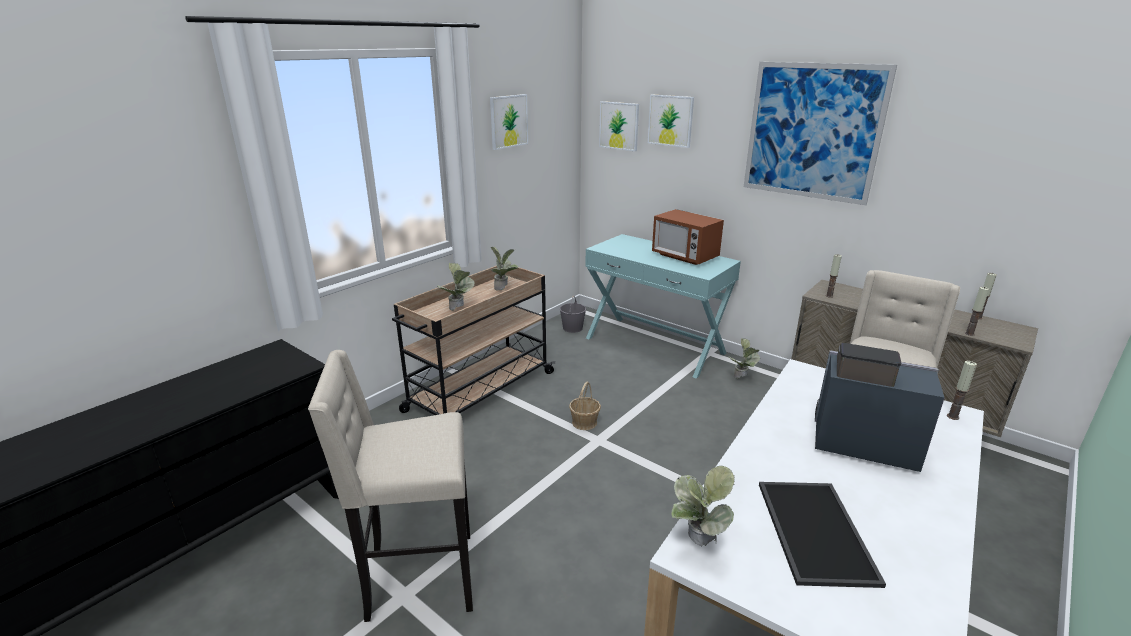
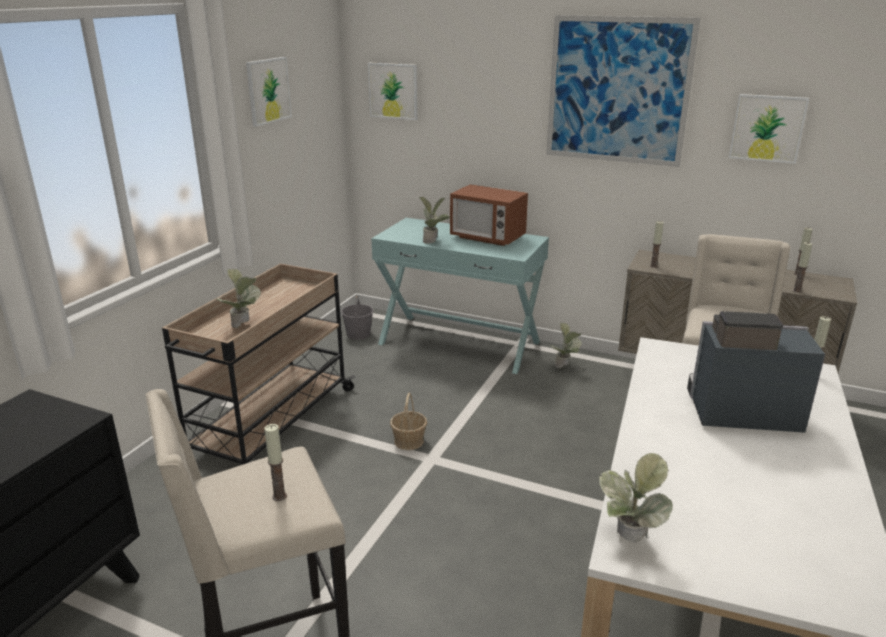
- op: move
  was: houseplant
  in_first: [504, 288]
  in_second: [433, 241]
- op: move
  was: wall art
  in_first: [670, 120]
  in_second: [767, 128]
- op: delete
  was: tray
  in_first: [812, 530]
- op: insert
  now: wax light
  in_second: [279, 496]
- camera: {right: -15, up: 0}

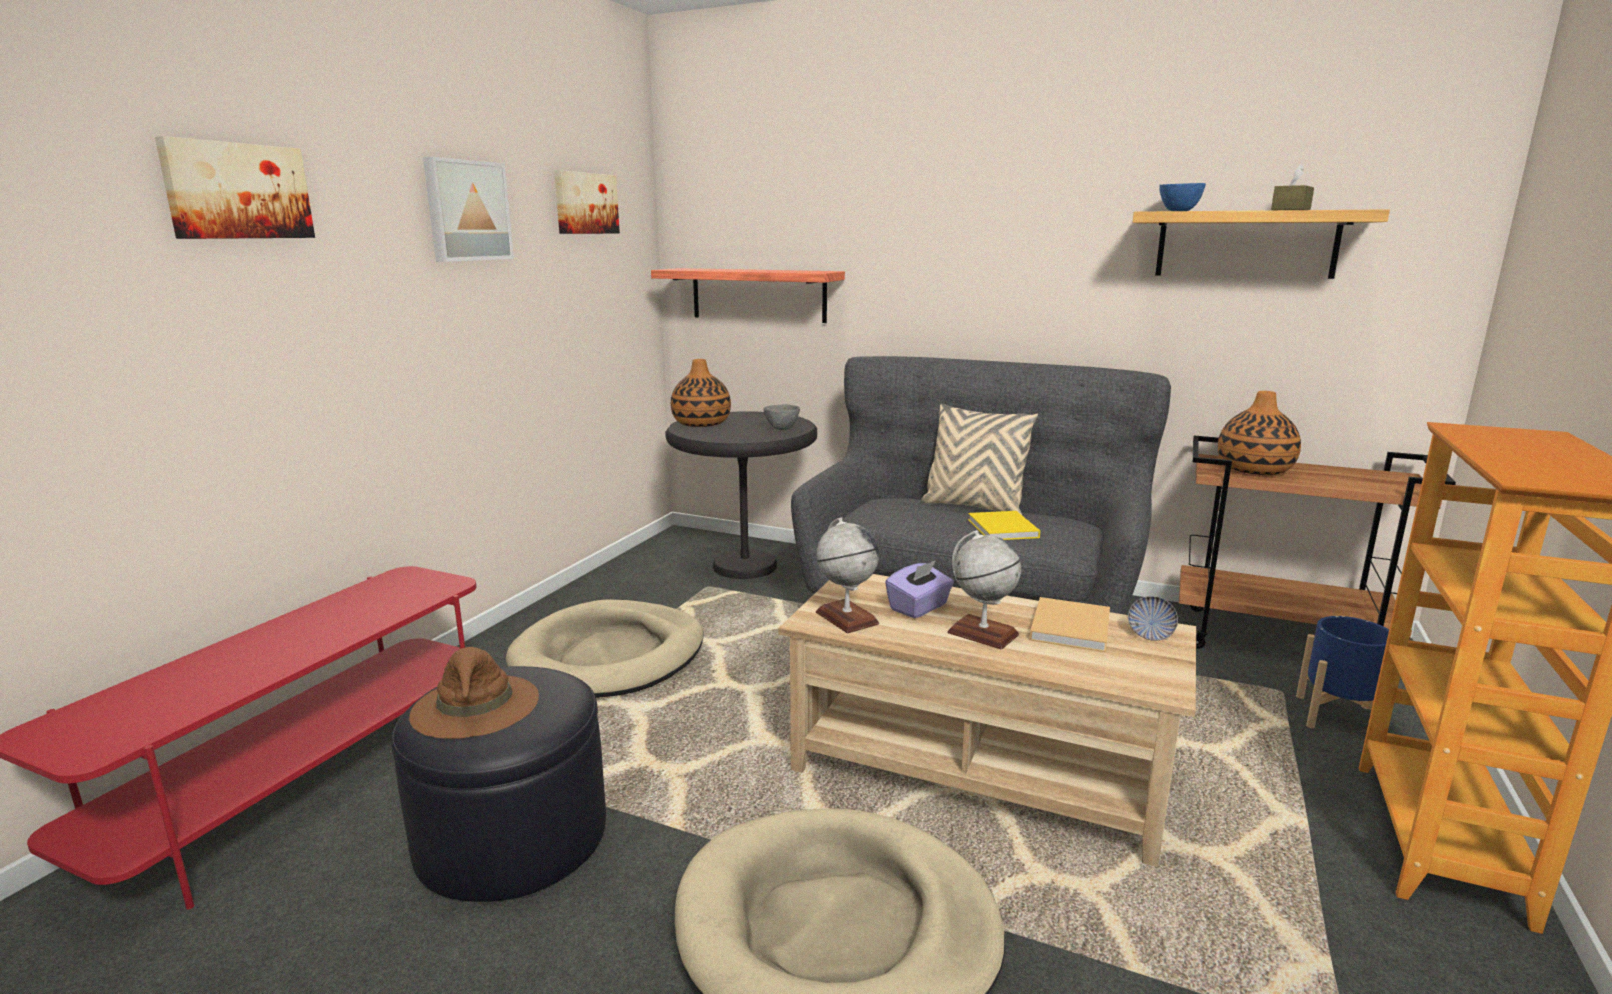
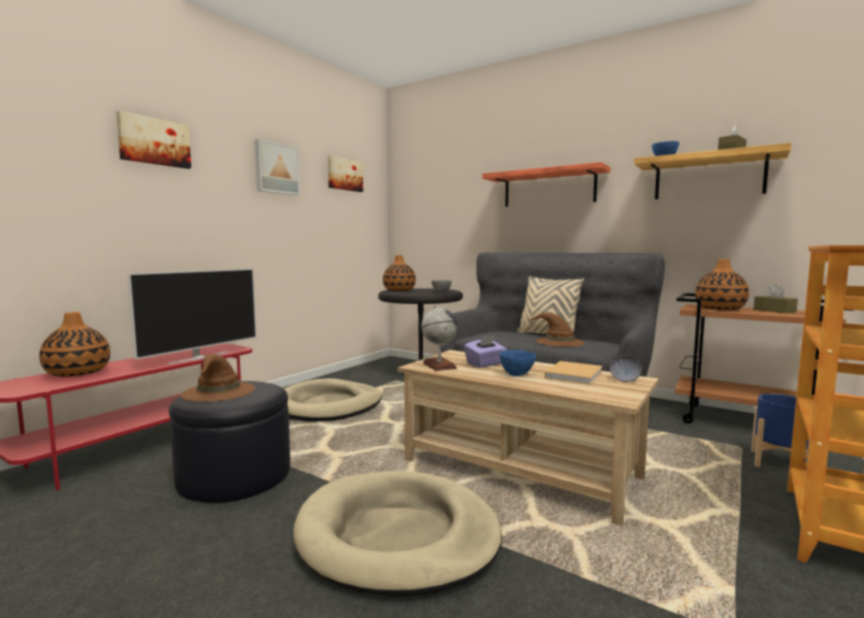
- op: move
  was: shelf
  in_first: [758, 295]
  in_second: [549, 188]
- op: replace
  was: world globe
  now: blue deep dish
  in_first: [982, 633]
  in_second: [517, 374]
- op: replace
  was: yellow-coloured book
  now: brown hat
  in_first: [1003, 529]
  in_second: [559, 342]
- op: insert
  now: vase
  in_second: [77, 373]
- op: insert
  now: TV set
  in_second: [199, 357]
- op: insert
  now: brown tissue box
  in_second: [774, 311]
- camera: {right: 10, up: -10}

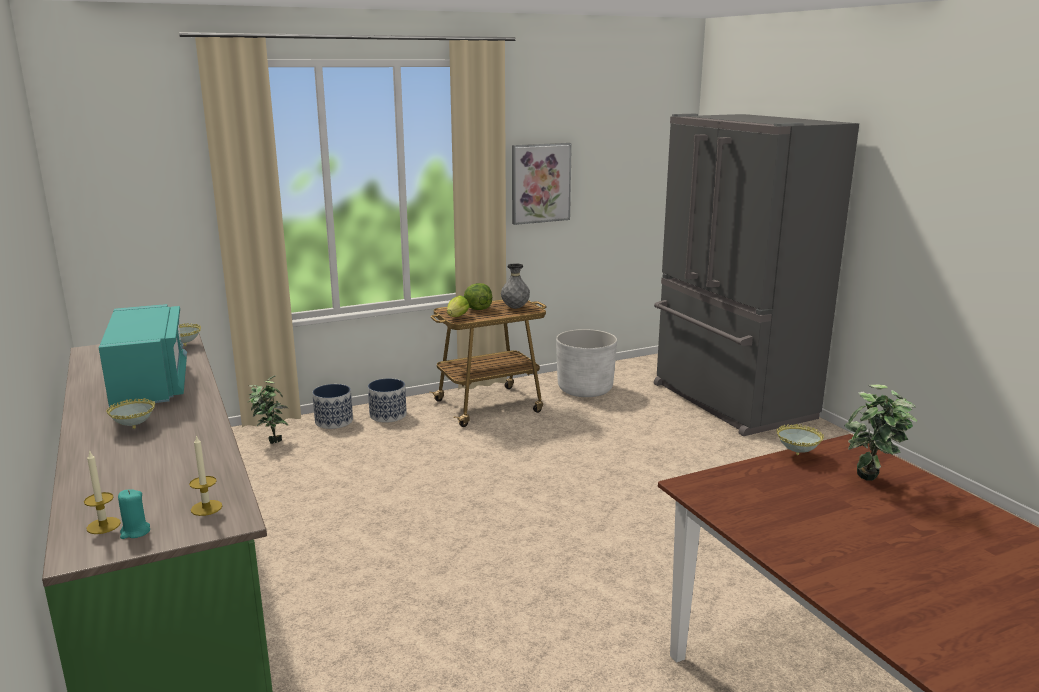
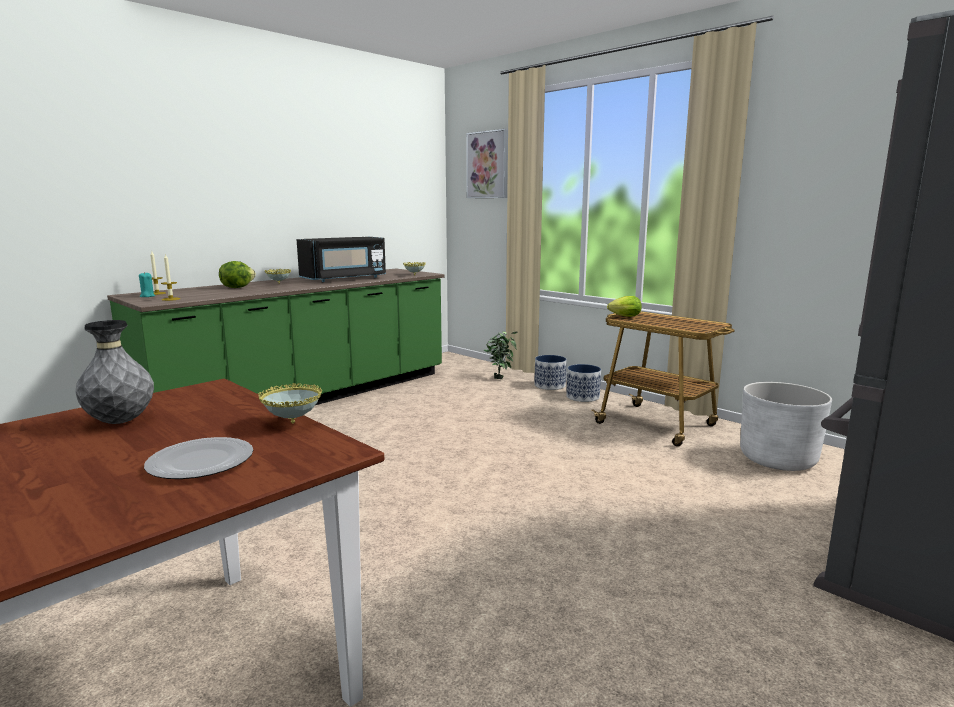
- op: recolor
  was: blue-green microwave oven
  now: black-coloured microwave oven
  in_first: [150, 385]
  in_second: [344, 279]
- op: move
  was: lettuce head
  in_first: [477, 309]
  in_second: [237, 287]
- op: move
  was: grey vase
  in_first: [515, 308]
  in_second: [120, 422]
- op: move
  was: wall art
  in_first: [540, 183]
  in_second: [488, 165]
- op: replace
  was: houseplant
  now: plate
  in_first: [871, 483]
  in_second: [200, 462]
- camera: {right: 70, up: -5}

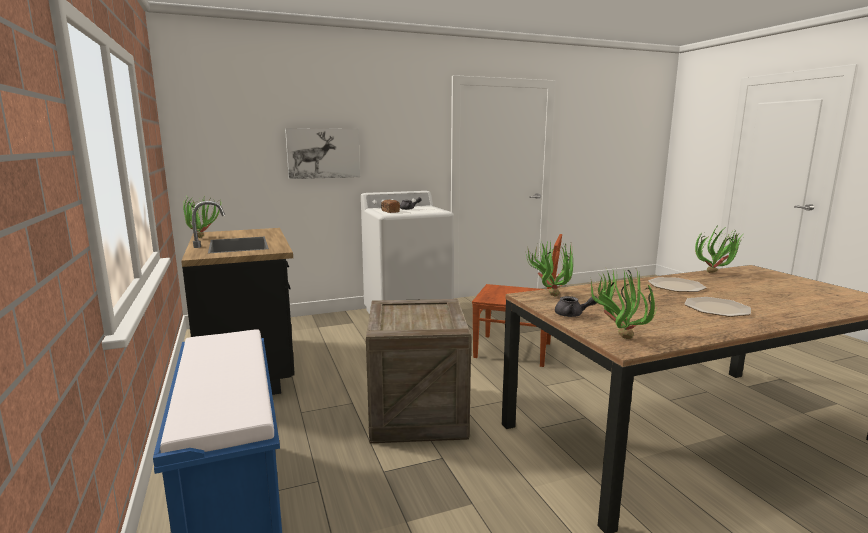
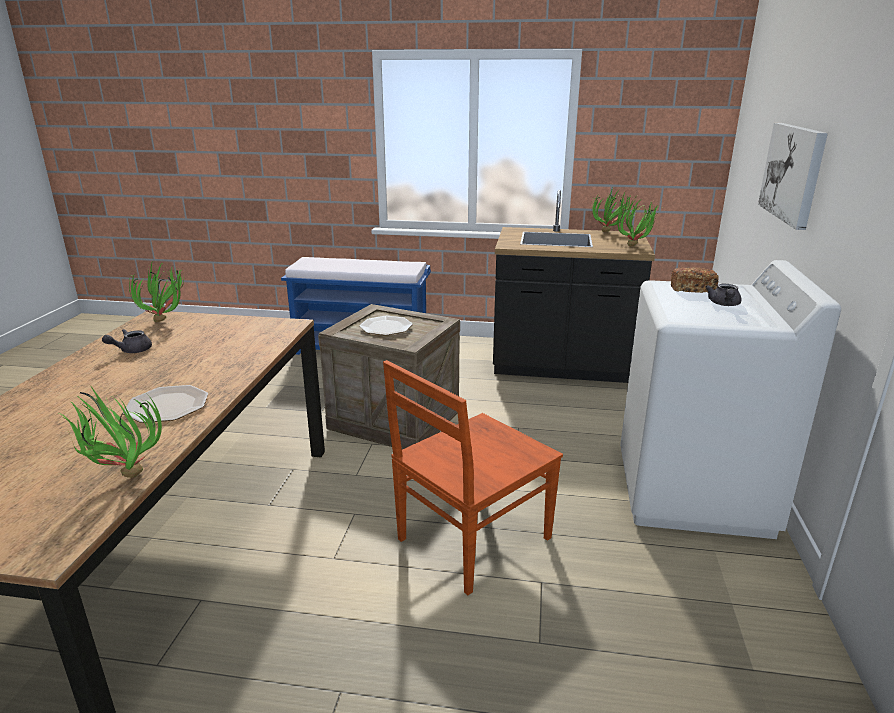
- op: move
  was: houseplant
  in_first: [550, 294]
  in_second: [637, 246]
- op: move
  was: grey pot for tea
  in_first: [573, 315]
  in_second: [131, 350]
- op: move
  was: plate
  in_first: [717, 308]
  in_second: [386, 327]
- camera: {right: 120, up: 10}

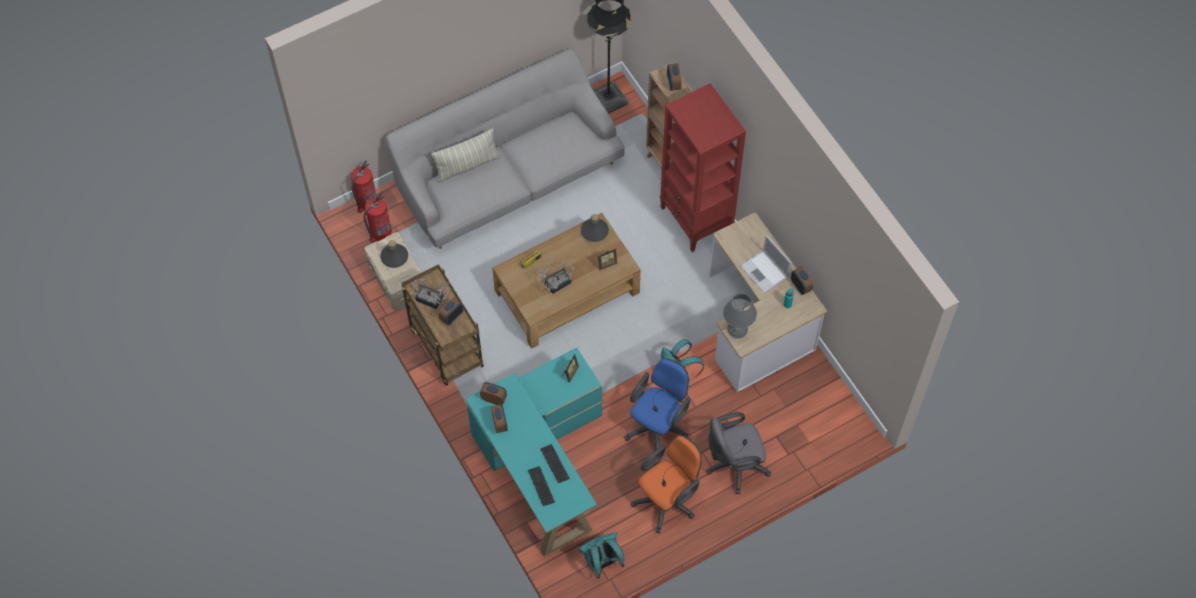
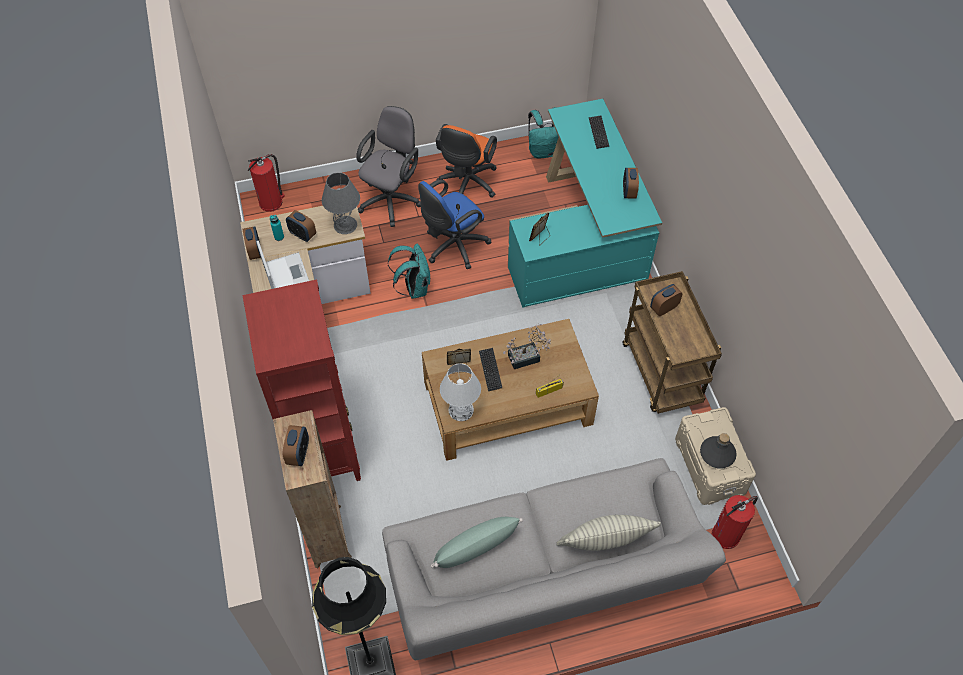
- op: move
  was: extinguisher
  in_first: [366, 202]
  in_second: [271, 202]
- op: delete
  was: houseplant
  in_first: [432, 300]
- op: move
  was: bedside clock
  in_first: [494, 399]
  in_second: [302, 235]
- op: move
  was: PC keyboard
  in_first: [554, 464]
  in_second: [490, 370]
- op: replace
  was: grey bottle
  now: white-coloured table lamp
  in_first: [595, 231]
  in_second: [460, 410]
- op: rotate
  was: orange office chair
  in_first: [667, 500]
  in_second: [467, 185]
  clockwise: -45
- op: rotate
  was: grey office chair
  in_first: [734, 465]
  in_second: [392, 199]
  clockwise: -60
- op: insert
  now: green-coloured pillow
  in_second: [475, 548]
- camera: {right: -165, up: -5}

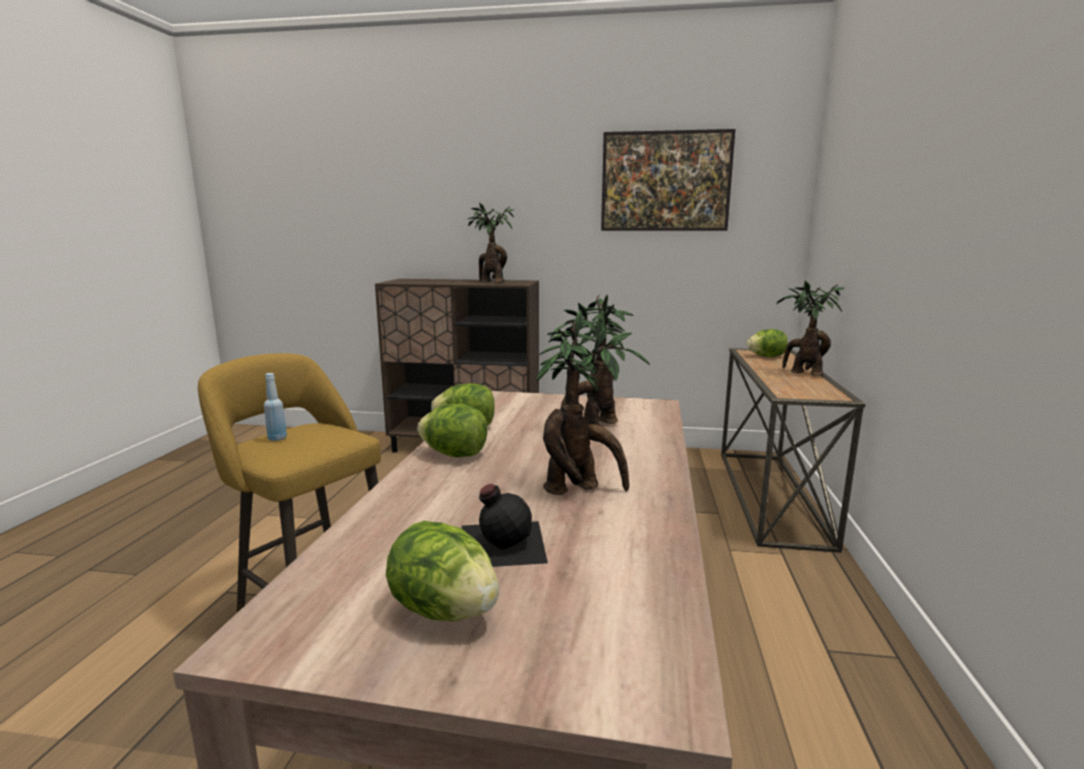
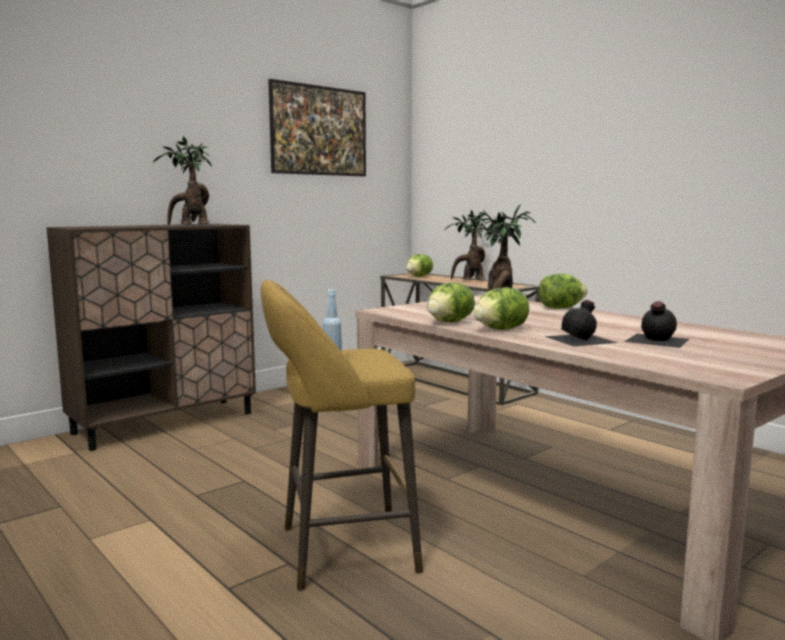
- op: move
  was: lettuce head
  in_first: [444, 610]
  in_second: [561, 308]
- op: delete
  was: houseplant
  in_first: [579, 489]
- op: insert
  now: black-coloured bottle
  in_second: [581, 339]
- camera: {right: -50, up: -5}

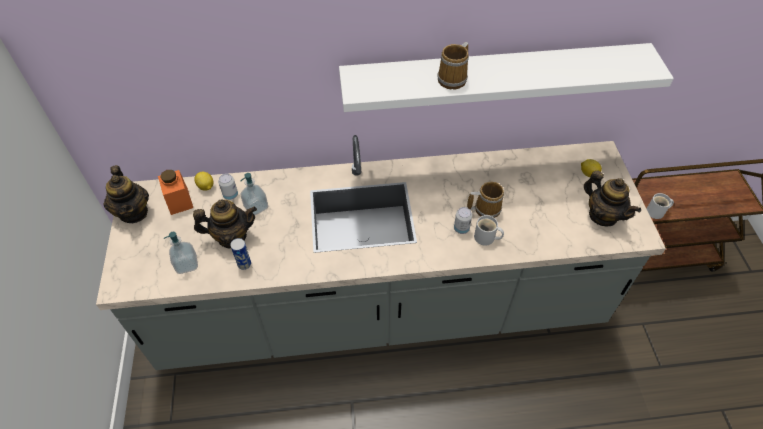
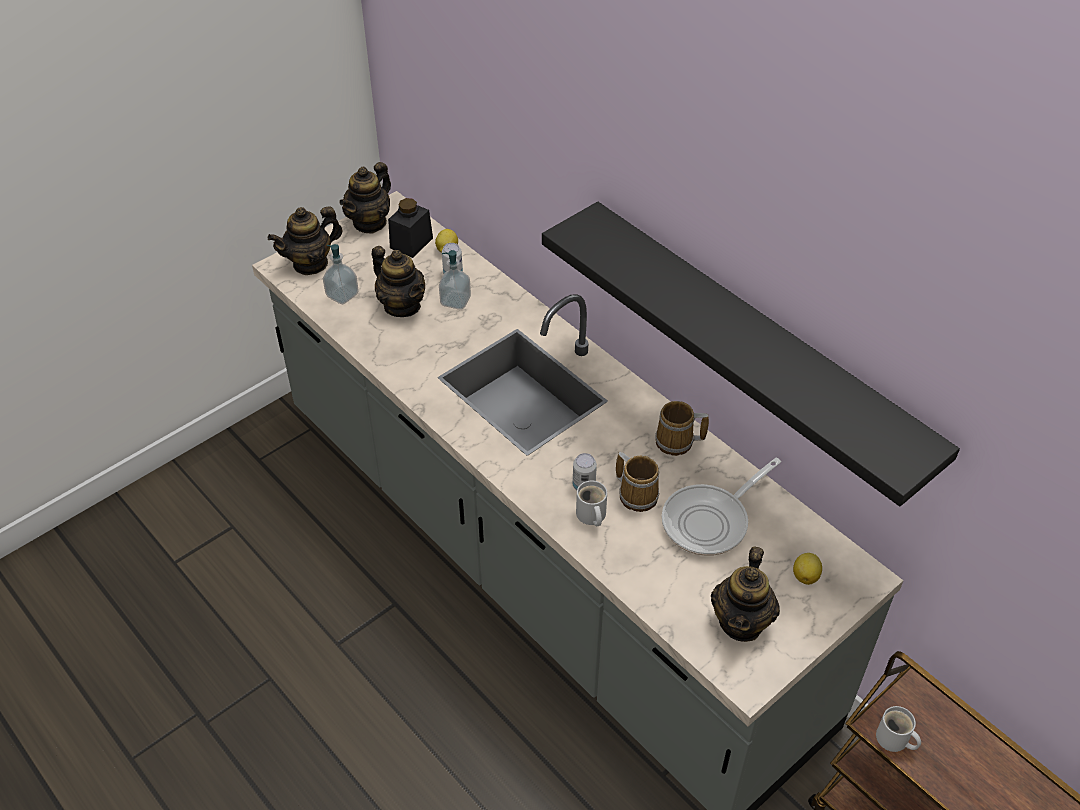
- op: recolor
  was: orange jar
  now: black-coloured jar
  in_first: [179, 201]
  in_second: [411, 243]
- op: delete
  was: sealed can
  in_first: [244, 264]
- op: recolor
  was: white-coloured shelf
  now: black-coloured shelf
  in_first: [493, 76]
  in_second: [755, 343]
- op: move
  was: tea mug
  in_first: [454, 79]
  in_second: [677, 442]
- op: insert
  now: pot for tea
  in_second: [310, 263]
- op: insert
  now: frying pan
  in_second: [710, 521]
- camera: {right: 55, up: -5}

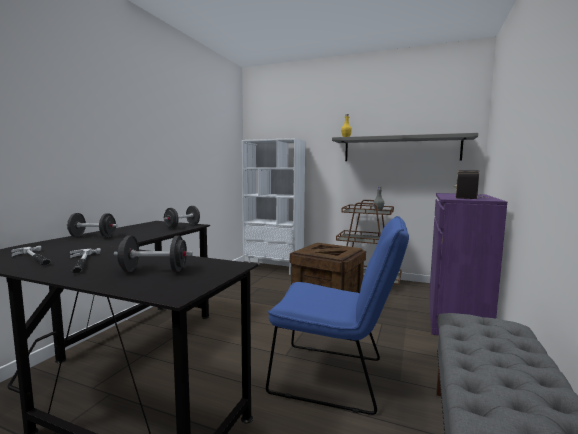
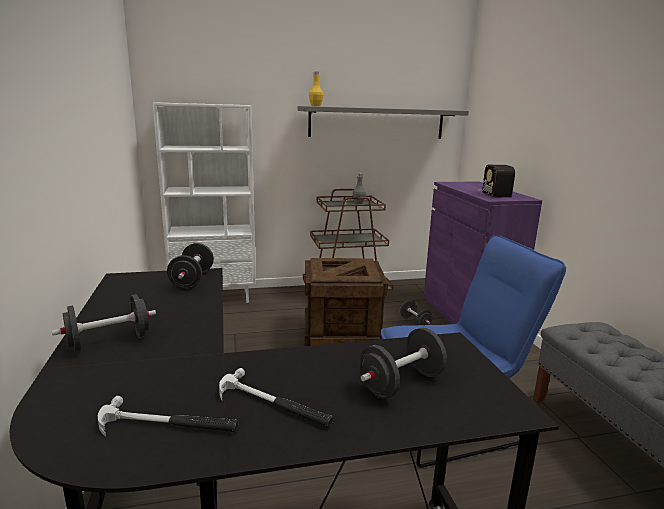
- op: insert
  now: black-coloured dumbbell
  in_second: [415, 323]
- camera: {right: -35, up: 10}

